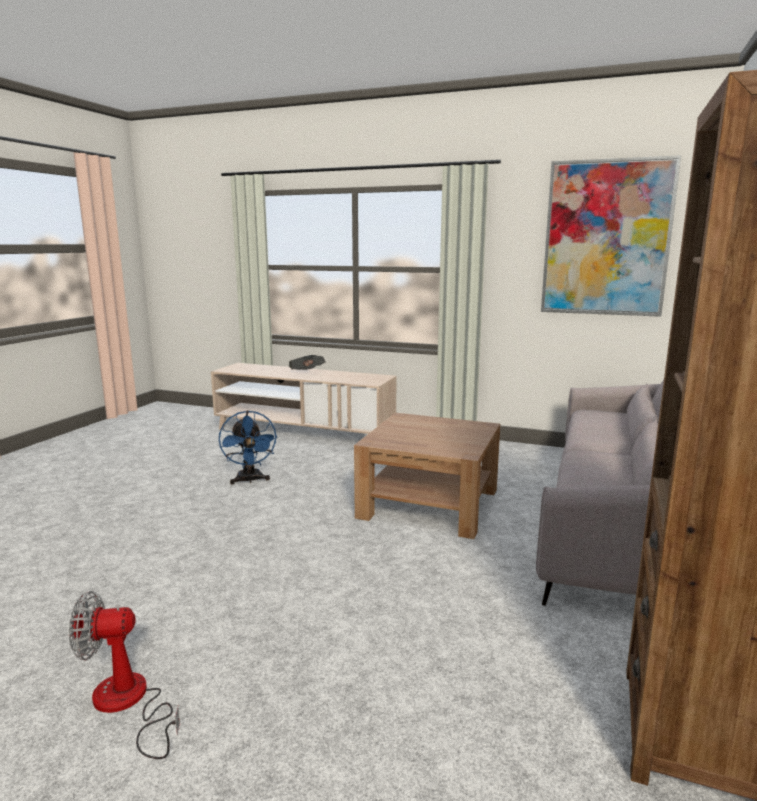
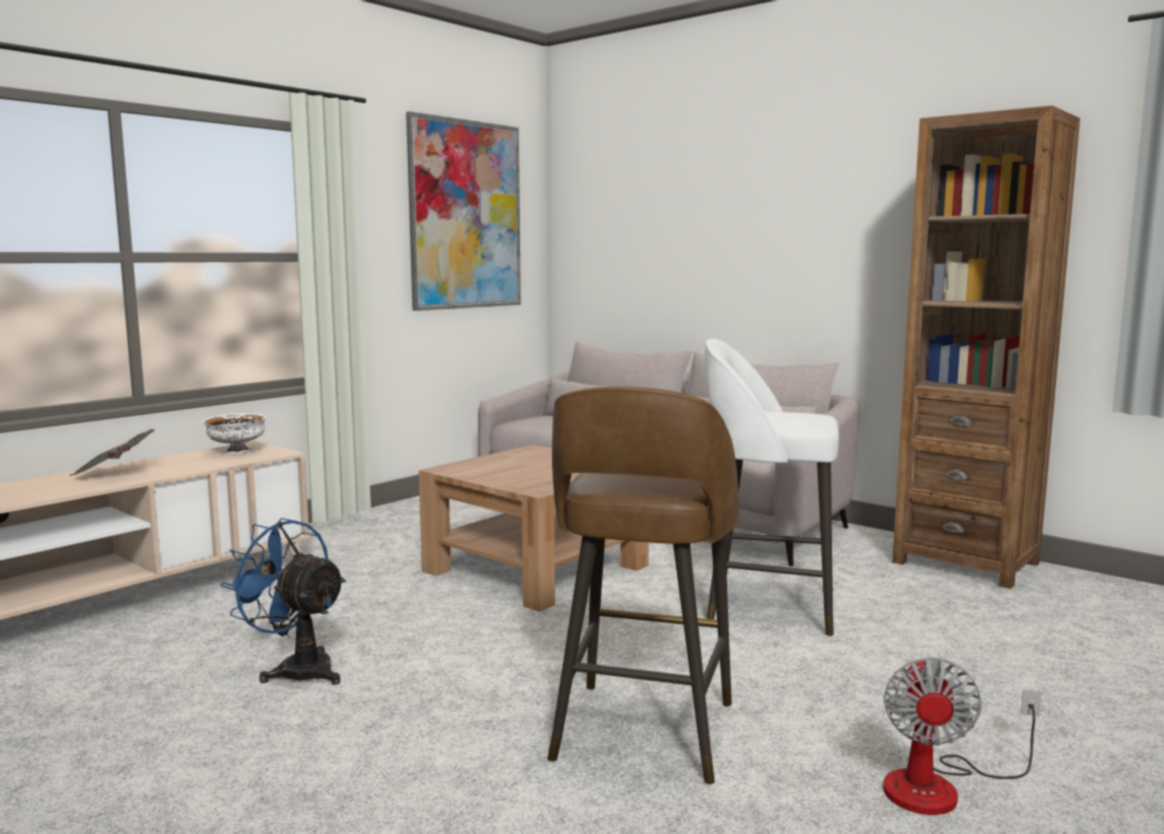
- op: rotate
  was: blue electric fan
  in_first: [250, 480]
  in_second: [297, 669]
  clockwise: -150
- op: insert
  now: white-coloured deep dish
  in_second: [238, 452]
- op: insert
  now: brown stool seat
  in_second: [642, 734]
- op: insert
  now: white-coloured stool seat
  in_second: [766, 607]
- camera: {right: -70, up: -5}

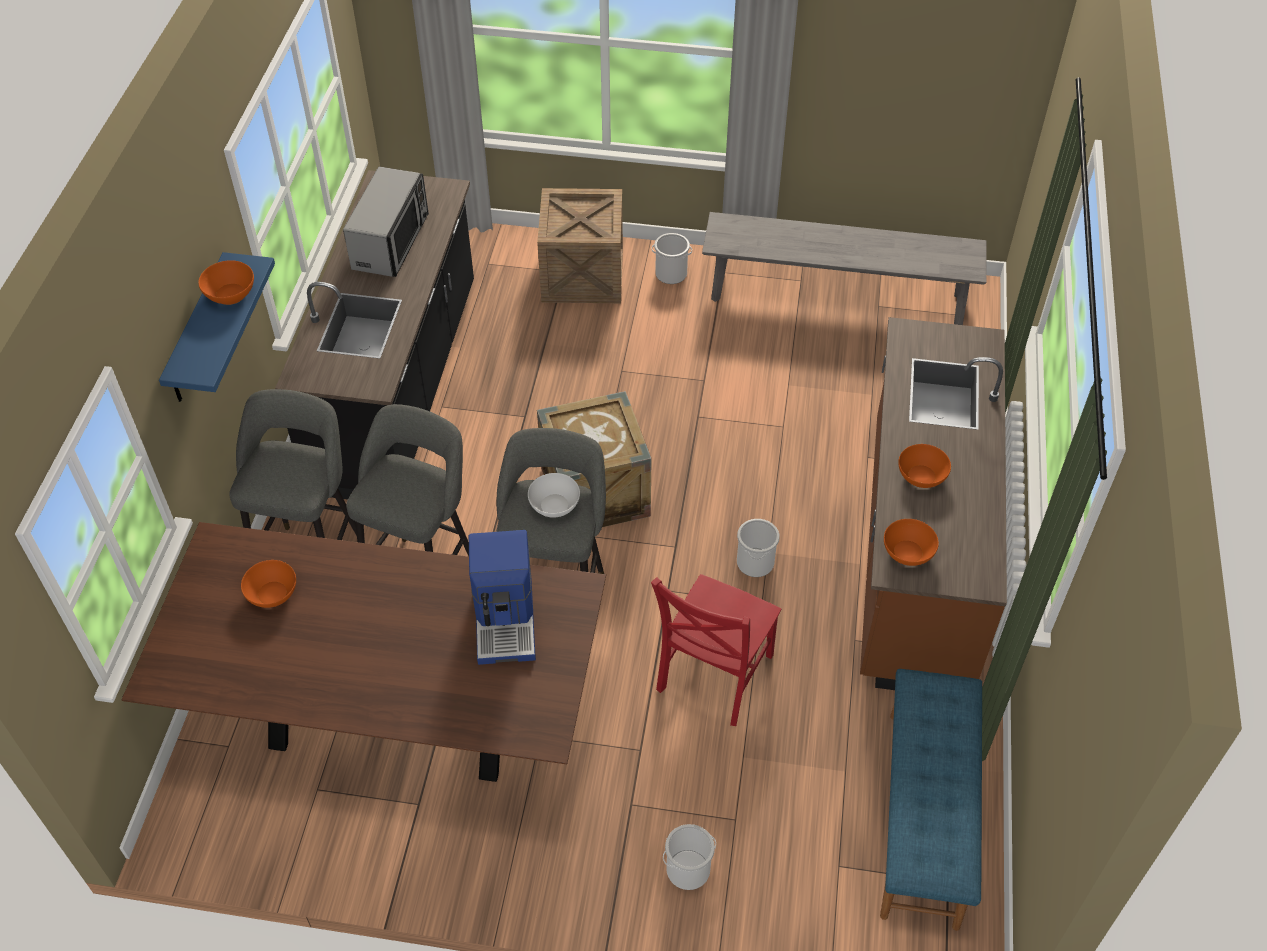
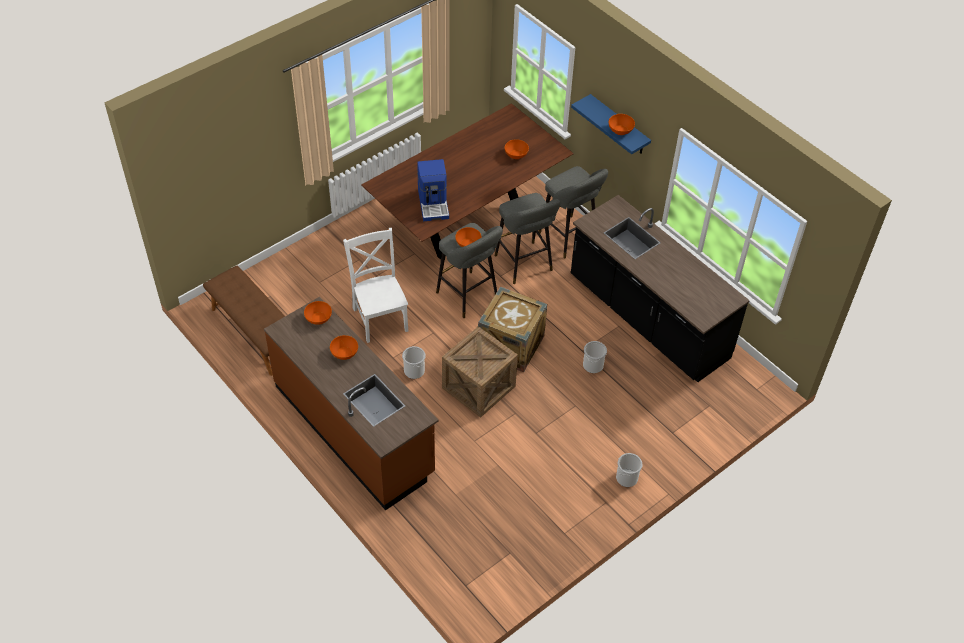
- op: delete
  was: microwave oven
  in_first: [391, 242]
- op: rotate
  was: coffee maker
  in_first: [506, 619]
  in_second: [434, 203]
  clockwise: -135
- op: recolor
  was: white-coloured deep dish
  now: orange deep dish
  in_first: [554, 505]
  in_second: [468, 243]
- op: move
  was: shipping crate
  in_first: [582, 275]
  in_second: [478, 387]
- op: recolor
  was: red plain chair
  now: white-coloured plain chair
  in_first: [712, 676]
  in_second: [380, 317]
- op: move
  was: pail
  in_first: [687, 870]
  in_second: [593, 365]
- op: delete
  was: grey long seat
  in_first: [837, 297]
- op: recolor
  was: blue long seat
  now: brown long seat
  in_first: [924, 817]
  in_second: [255, 333]
- camera: {right: 130, up: 0}

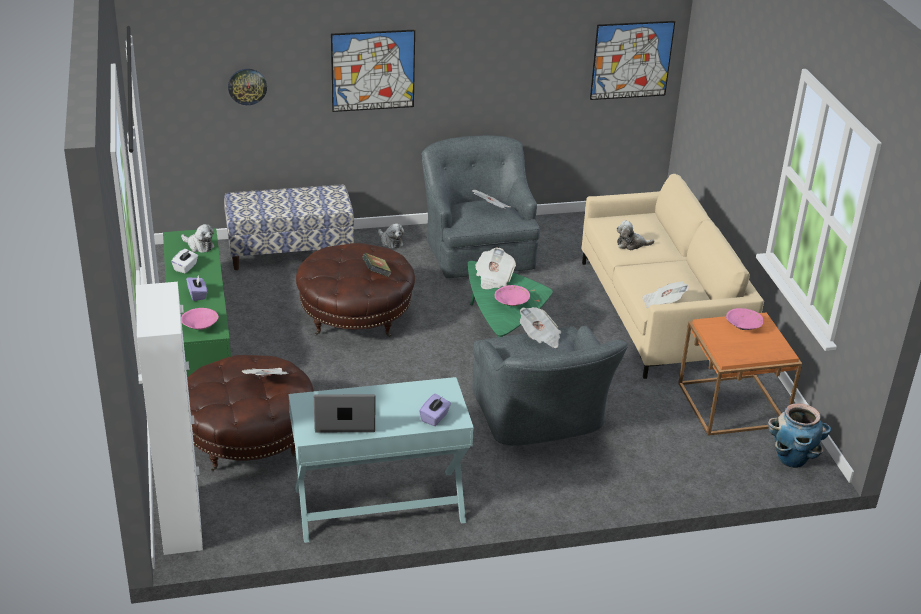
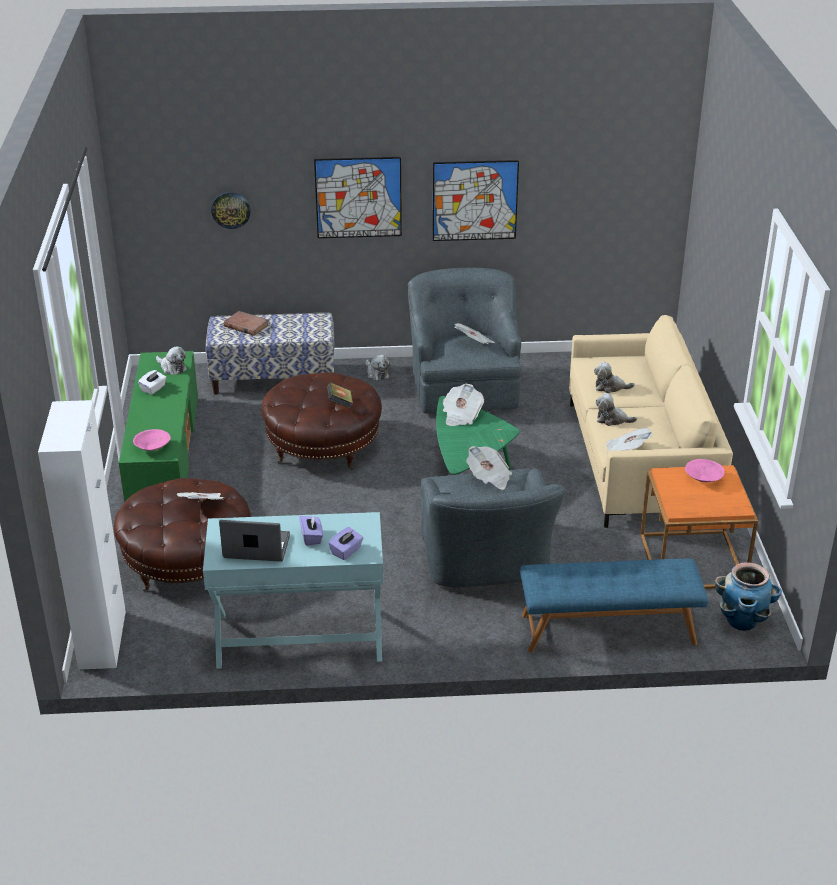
- op: move
  was: purple tissue box
  in_first: [197, 294]
  in_second: [311, 537]
- op: delete
  was: pinkish deep dish
  in_first: [511, 303]
- op: move
  was: wall art
  in_first: [631, 60]
  in_second: [475, 200]
- op: insert
  now: brown book
  in_second: [246, 325]
- op: insert
  now: blue long seat
  in_second: [608, 630]
- op: insert
  now: soft toy
  in_second: [612, 419]
- camera: {right: 10, up: 0}

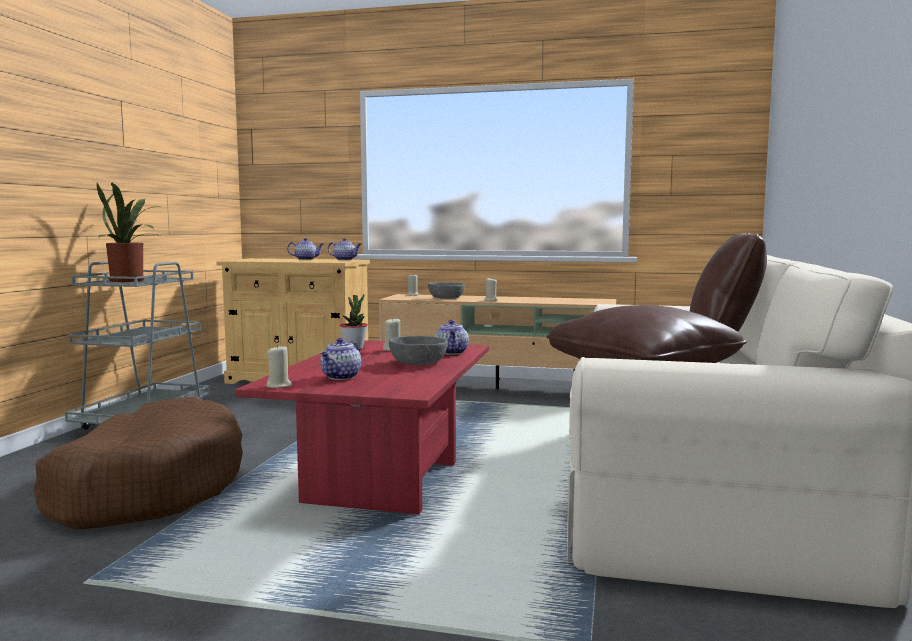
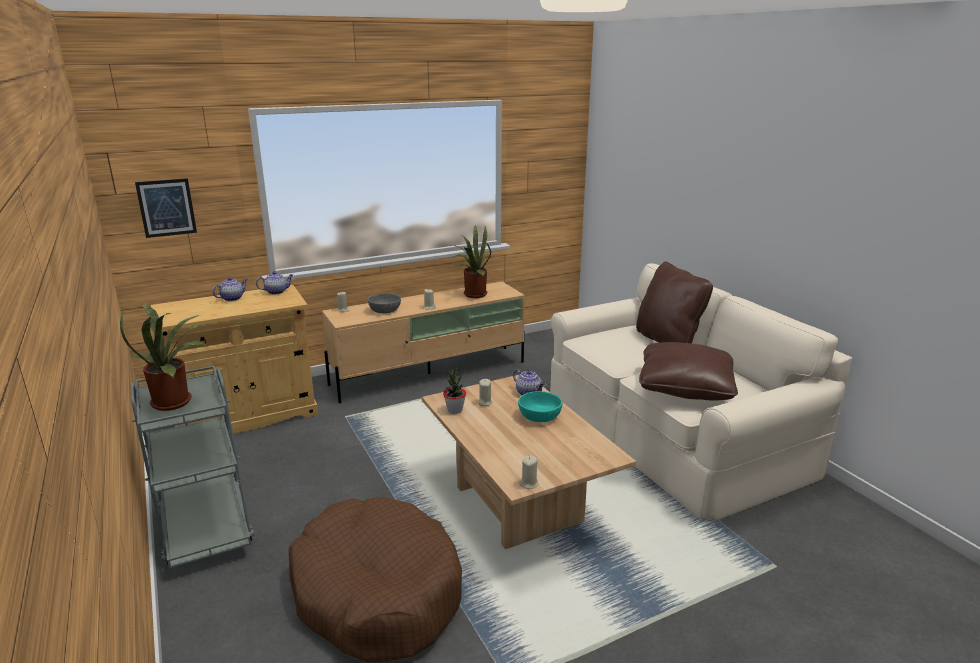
- op: recolor
  was: red low table
  now: sand-coloured low table
  in_first: [383, 481]
  in_second: [518, 504]
- op: delete
  was: pot for tea
  in_first: [341, 377]
- op: recolor
  was: grey deep dish
  now: blue-green deep dish
  in_first: [418, 362]
  in_second: [539, 416]
- op: insert
  now: wall art
  in_second: [166, 208]
- op: insert
  now: houseplant
  in_second: [472, 294]
- camera: {right: -40, up: 15}

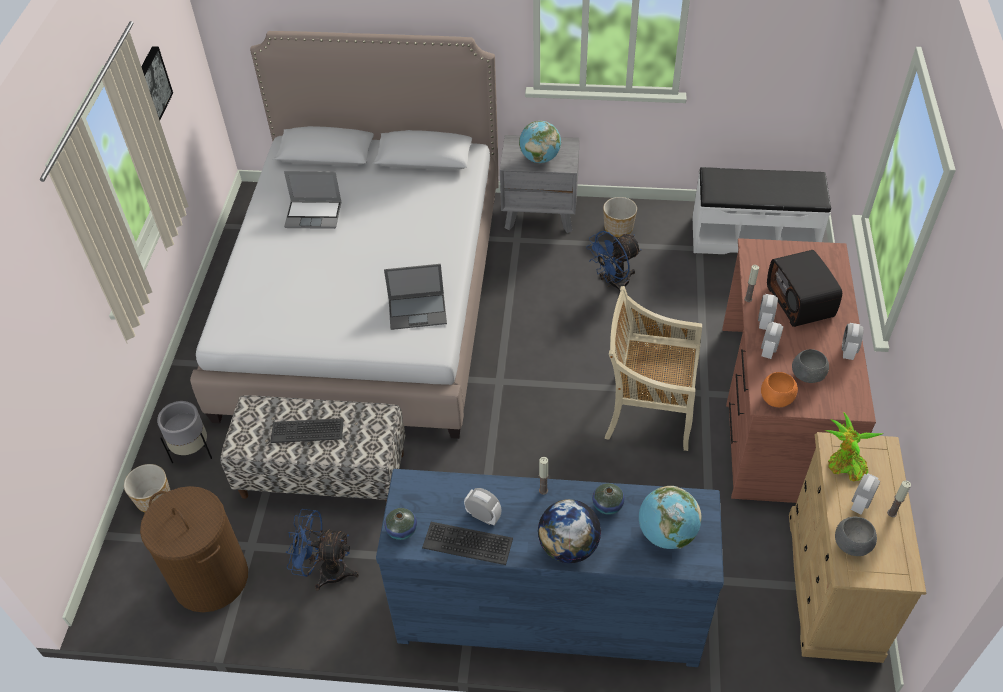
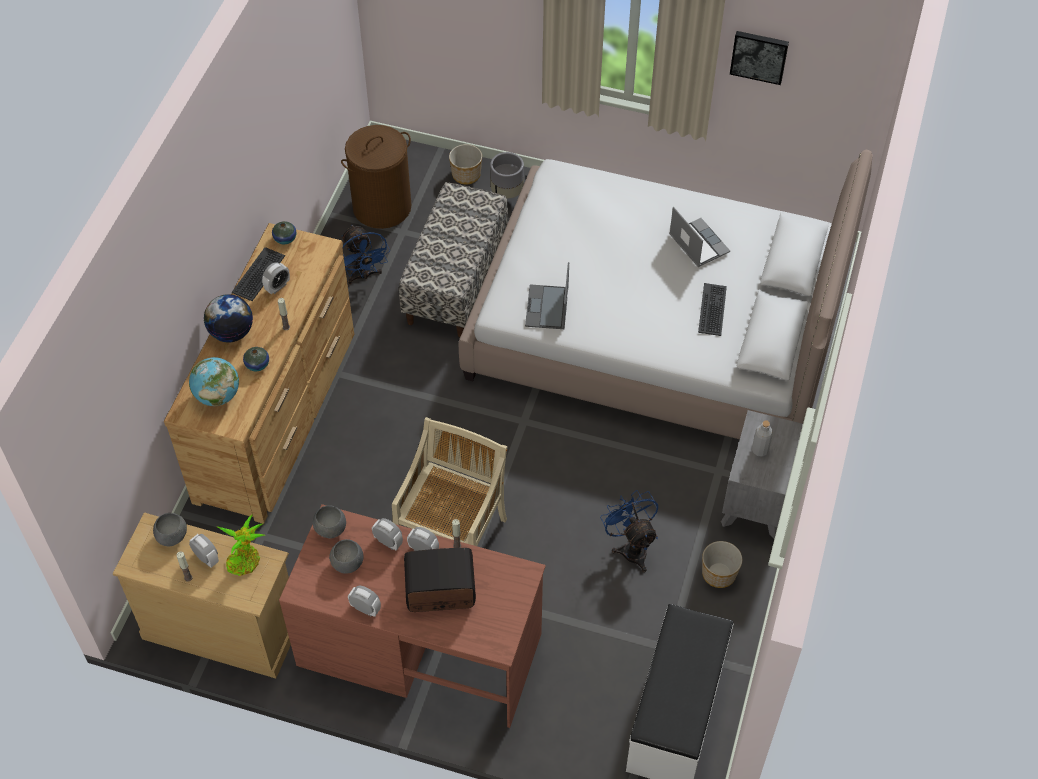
- op: move
  was: PC keyboard
  in_first: [307, 430]
  in_second: [713, 310]
- op: rotate
  was: portable computer
  in_first: [314, 215]
  in_second: [697, 243]
  clockwise: 135
- op: rotate
  was: blue electric fan
  in_first: [326, 571]
  in_second: [364, 276]
  clockwise: 135
- op: recolor
  was: blue dresser
  now: brown dresser
  in_first: [548, 609]
  in_second: [277, 413]
- op: replace
  was: world globe
  now: grey bottle
  in_first: [540, 158]
  in_second: [760, 450]
- op: recolor
  was: orange deep dish
  now: grey deep dish
  in_first: [776, 399]
  in_second: [330, 529]
- camera: {right: 100, up: 5}

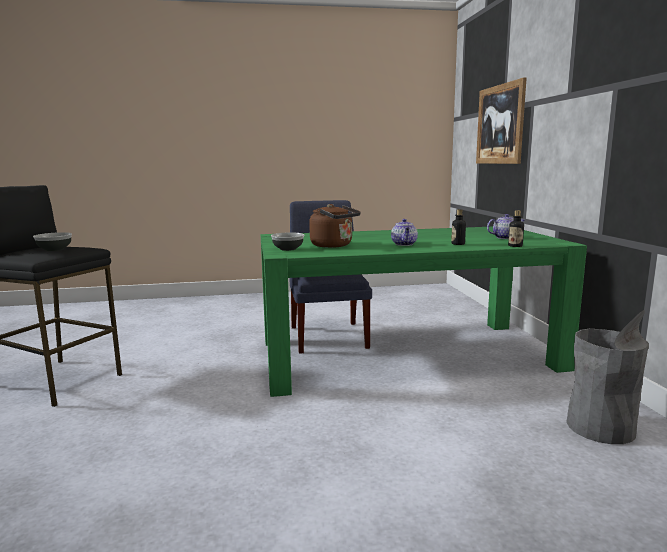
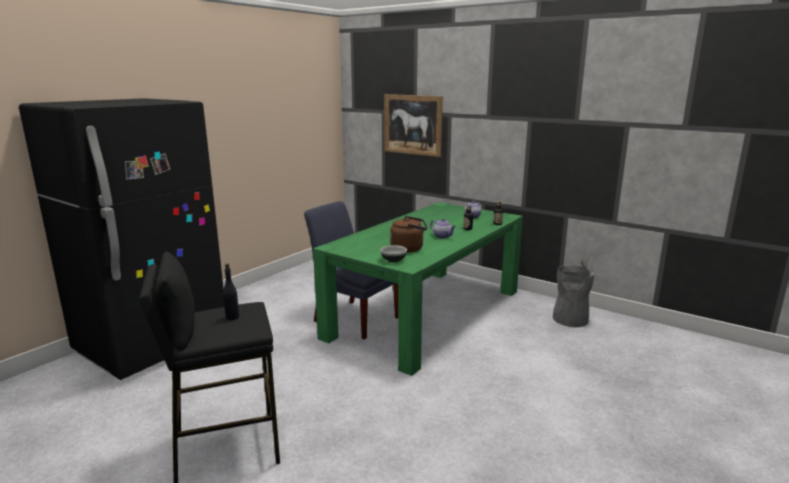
- op: replace
  was: deep dish
  now: black-coloured bottle
  in_first: [54, 249]
  in_second: [232, 317]
- op: insert
  now: black-coloured kitchen fridge
  in_second: [153, 345]
- camera: {right: -45, up: 5}

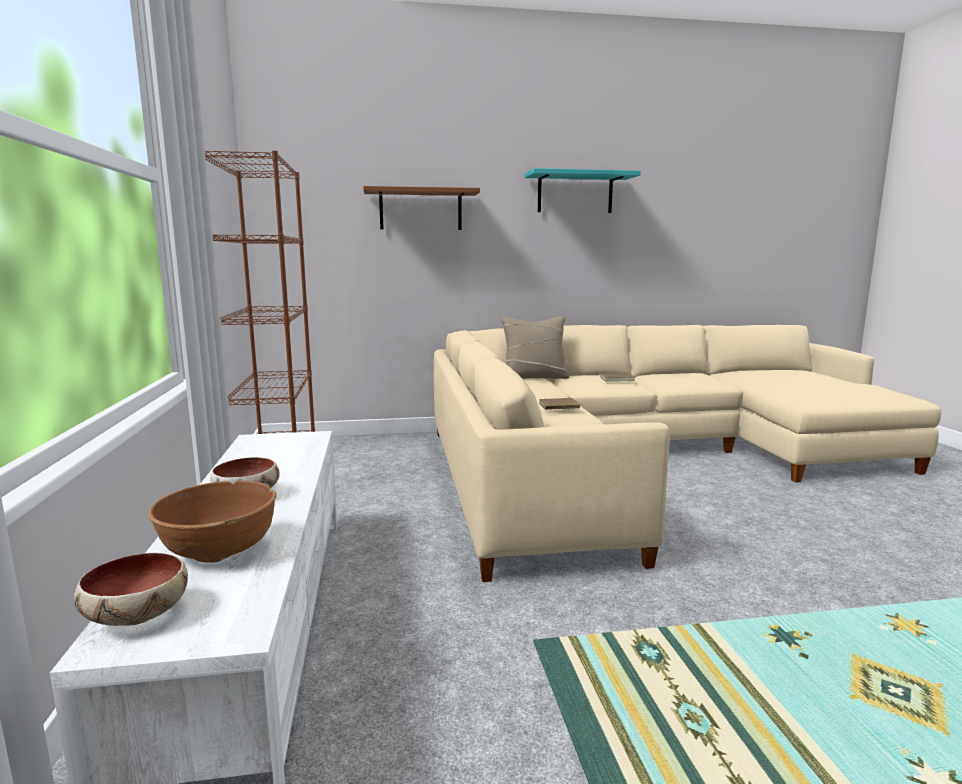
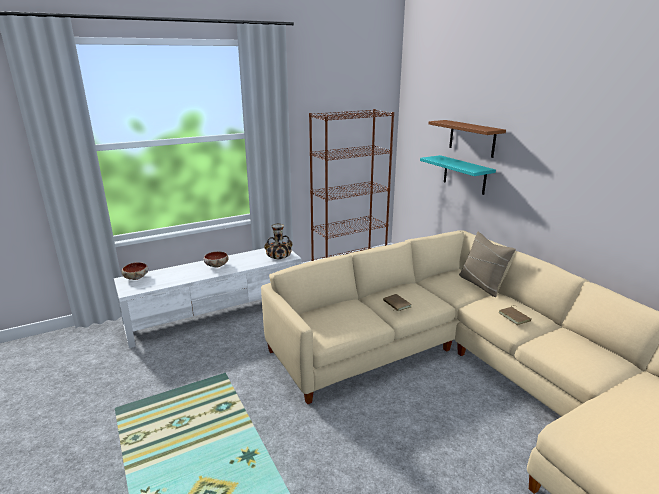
- op: delete
  was: brown deep dish
  in_first: [219, 550]
- op: move
  was: blue-green shelf
  in_first: [575, 193]
  in_second: [464, 175]
- op: insert
  now: vase
  in_second: [278, 256]
- camera: {right: 70, up: 10}

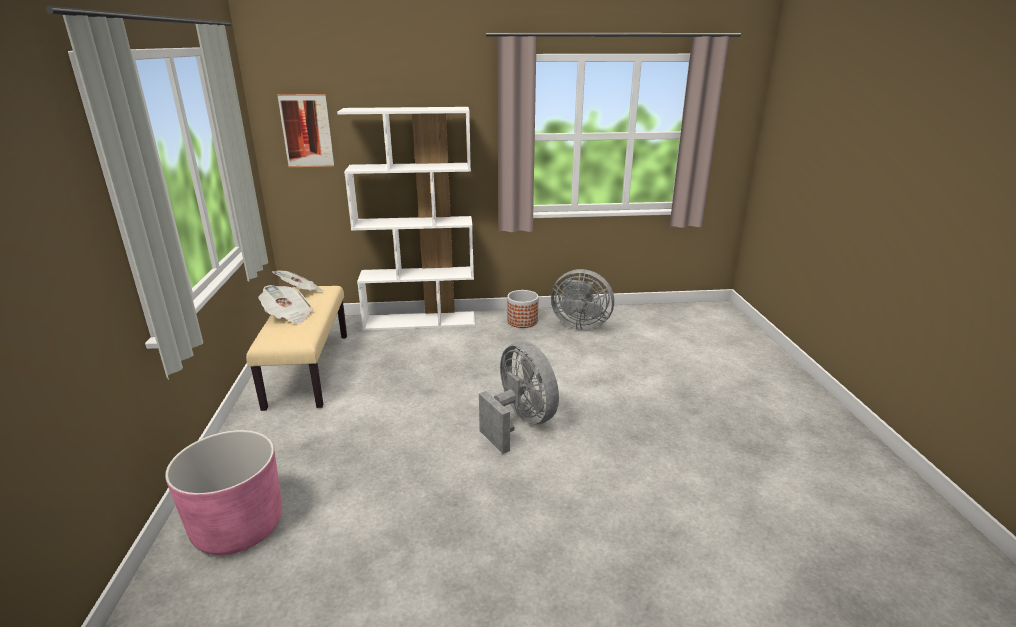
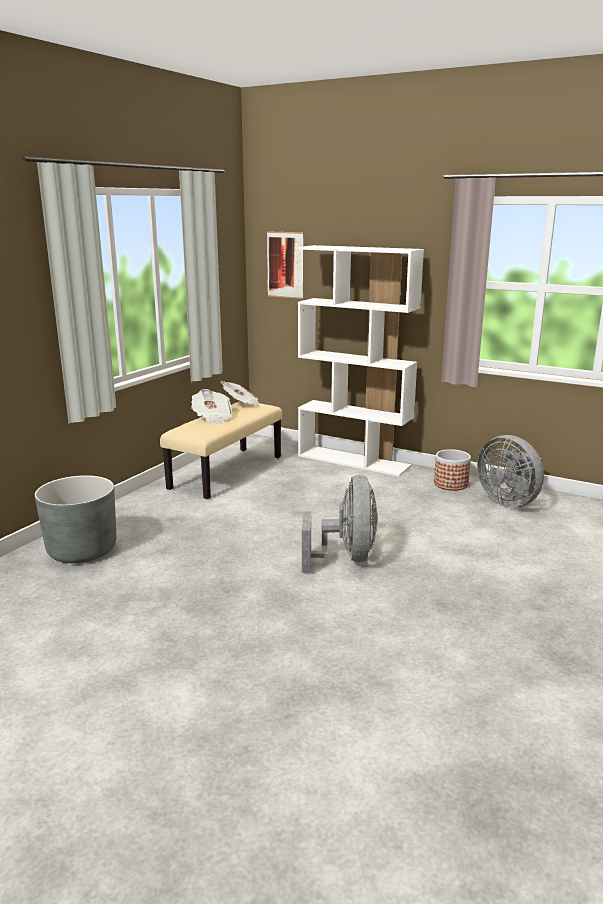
- op: recolor
  was: pinkish planter
  now: grey planter
  in_first: [238, 527]
  in_second: [82, 550]
- camera: {right: 35, up: -5}

